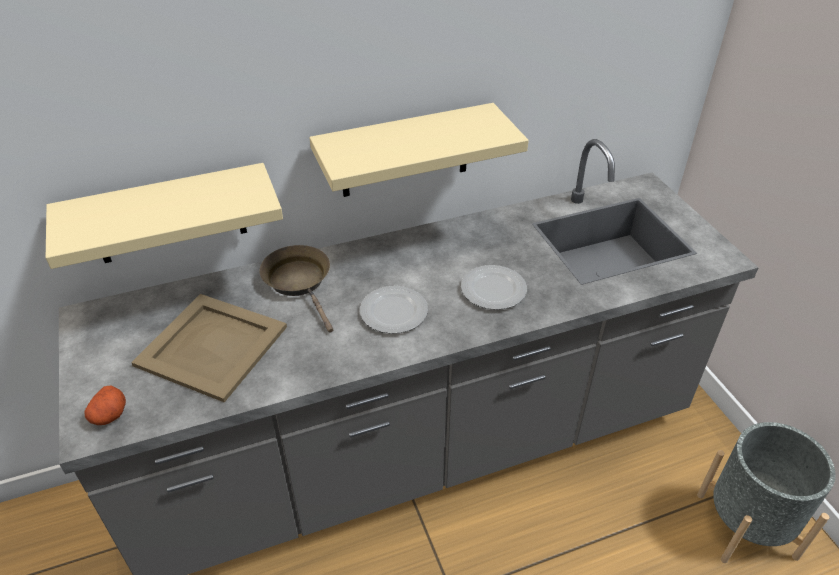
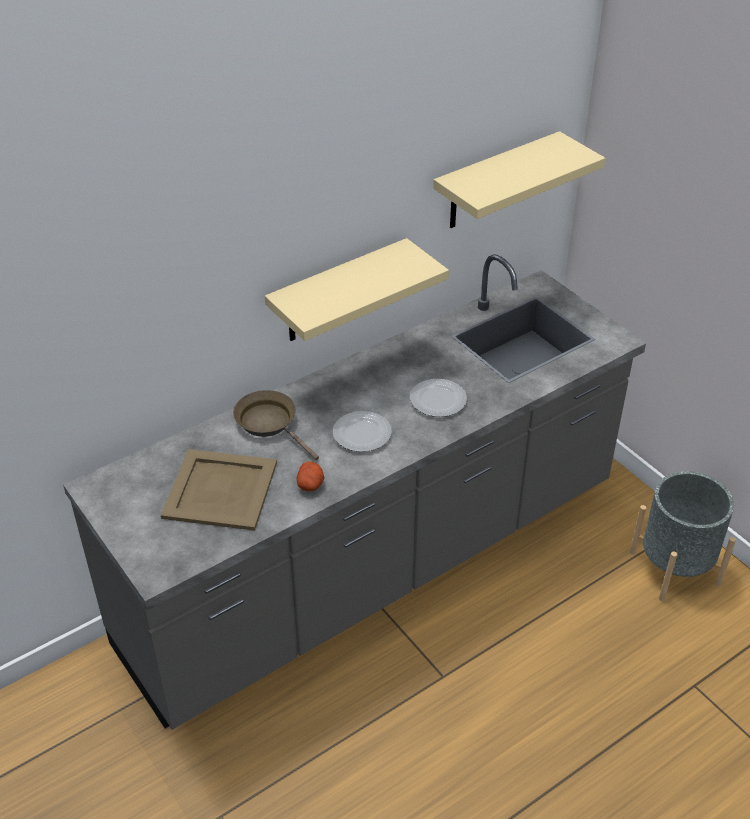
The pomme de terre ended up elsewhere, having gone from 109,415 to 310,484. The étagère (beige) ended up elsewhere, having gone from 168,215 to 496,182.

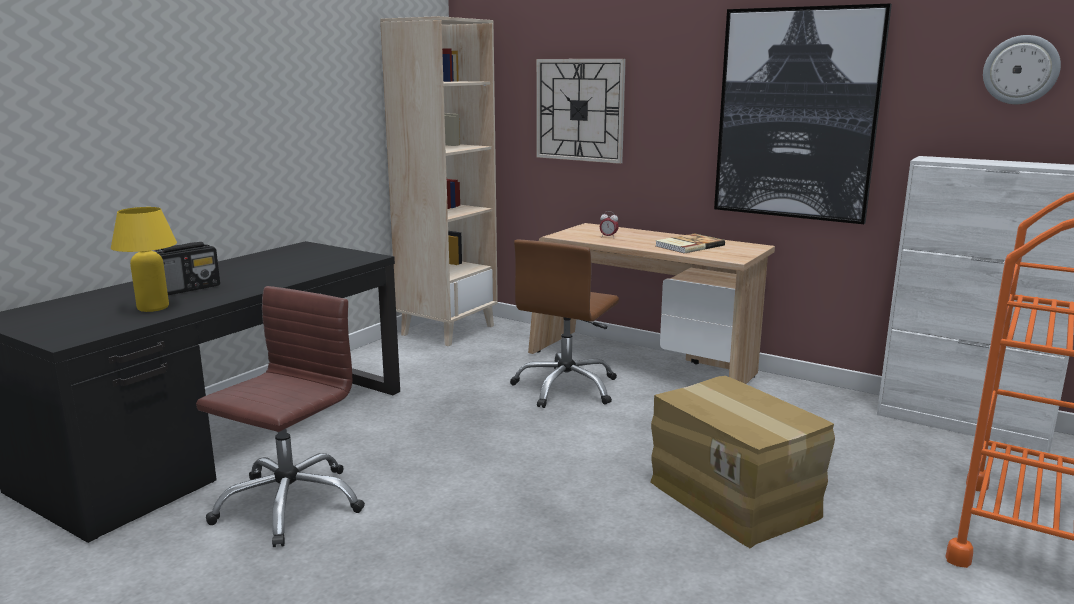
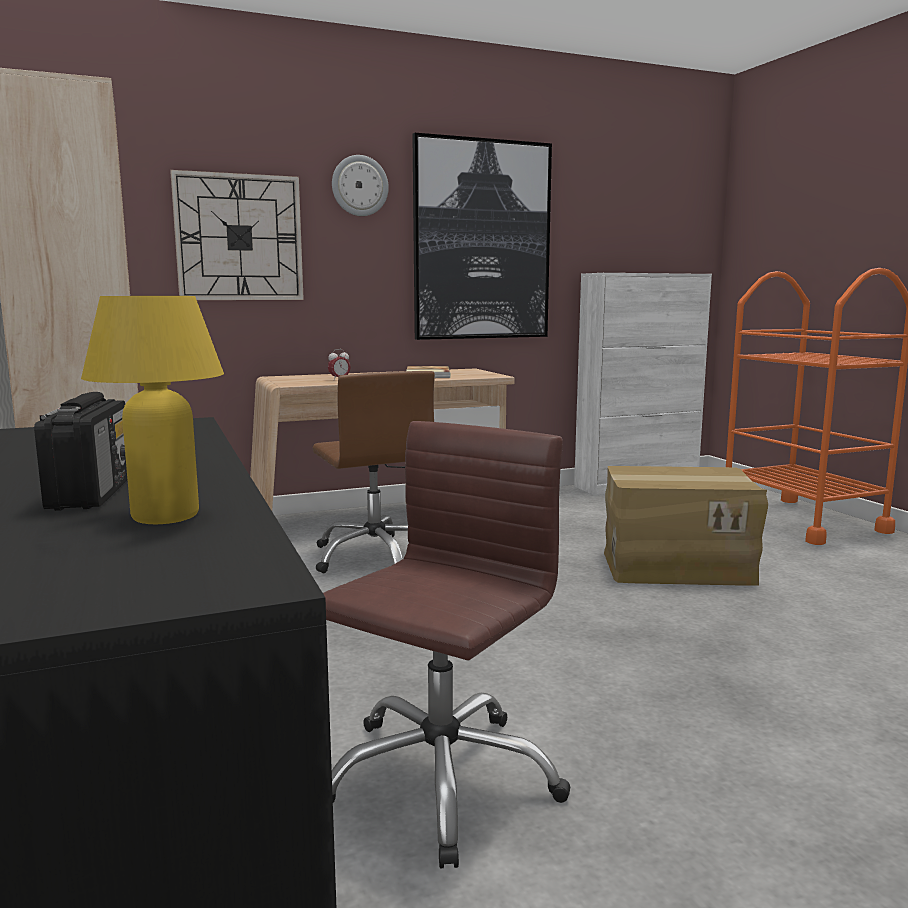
The chaise de bureau (marron) at 289,504 ended up facing another way, 60 degrees clockwise from before. The horloge murale ended up elsewhere, having gone from 1021,70 to 359,186.

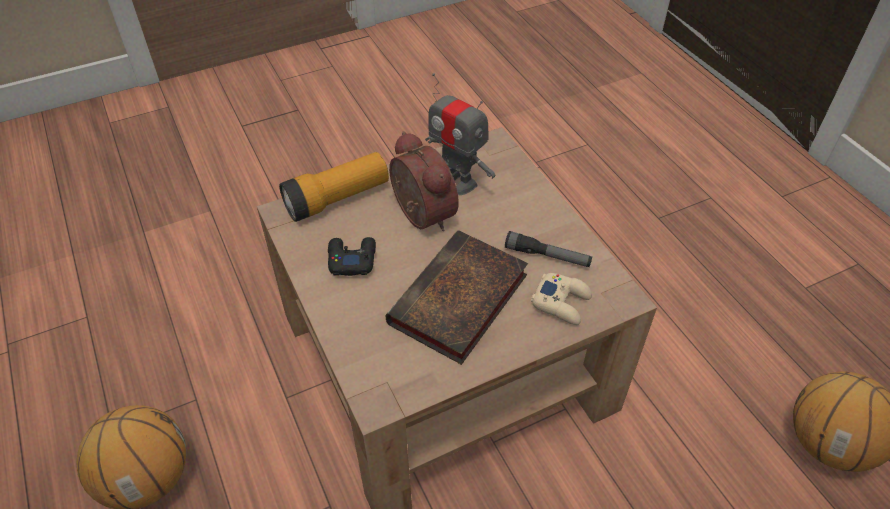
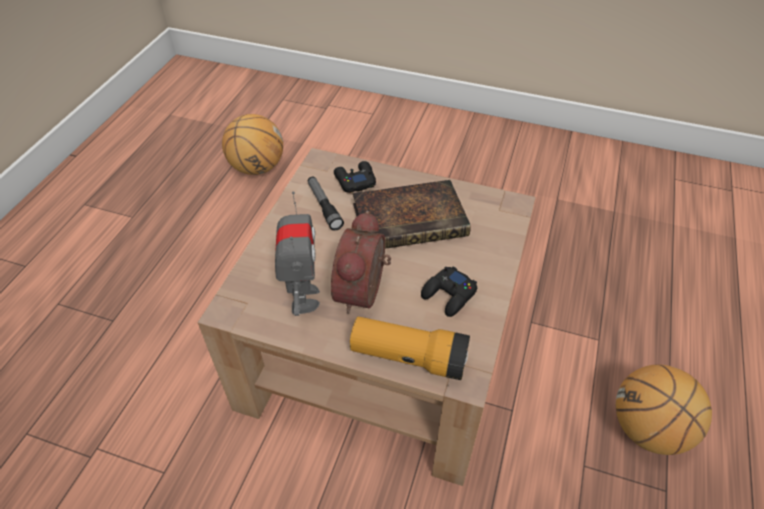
What was the manette (beige) at 561,302 turned into the manette (noir) at 354,180.

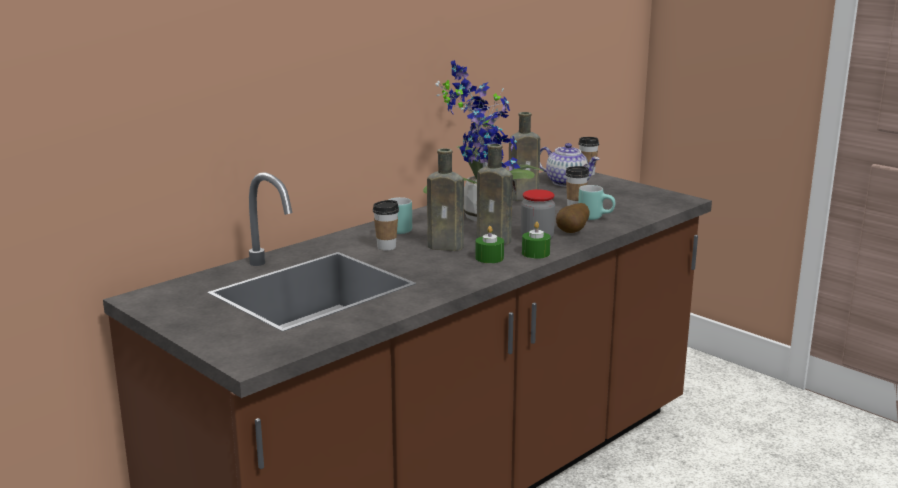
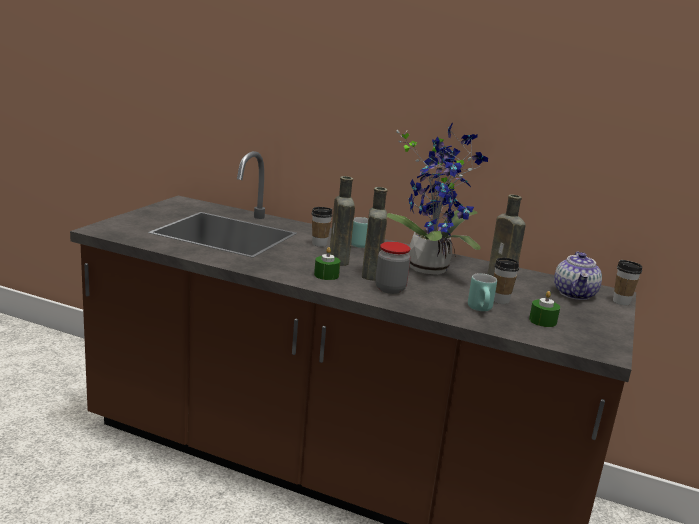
The bougie (vert) ended up elsewhere, having gone from 535,253 to 542,321. The second view lost the pomme de terre at 573,232.

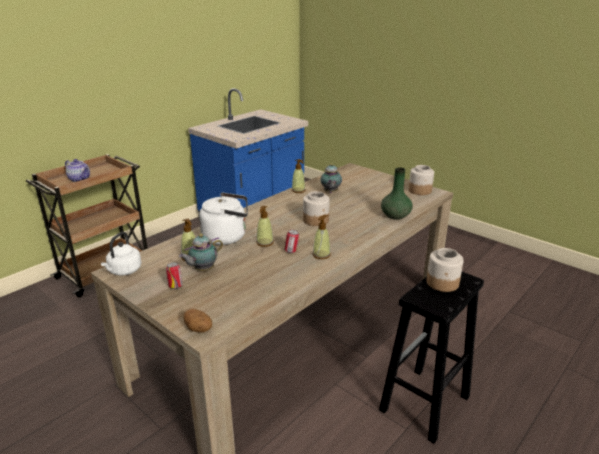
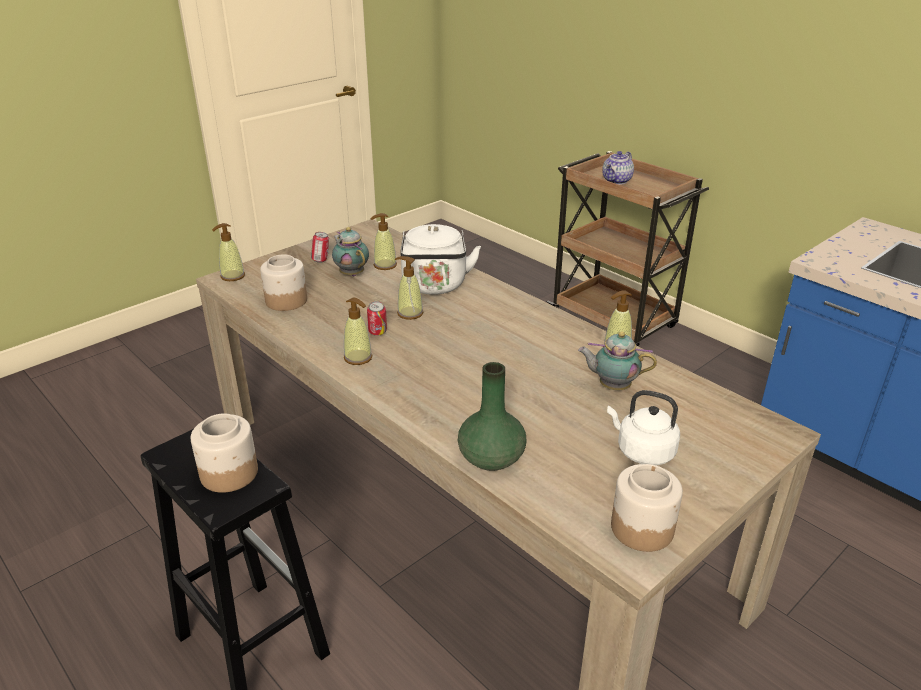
Where the pomme de terre stood at 199,329, the distributeur de savon came to stand at 232,276. The bocal ended up elsewhere, having gone from 316,220 to 286,301. The bouilloire (blanc) ended up elsewhere, having gone from 124,271 to 642,451.

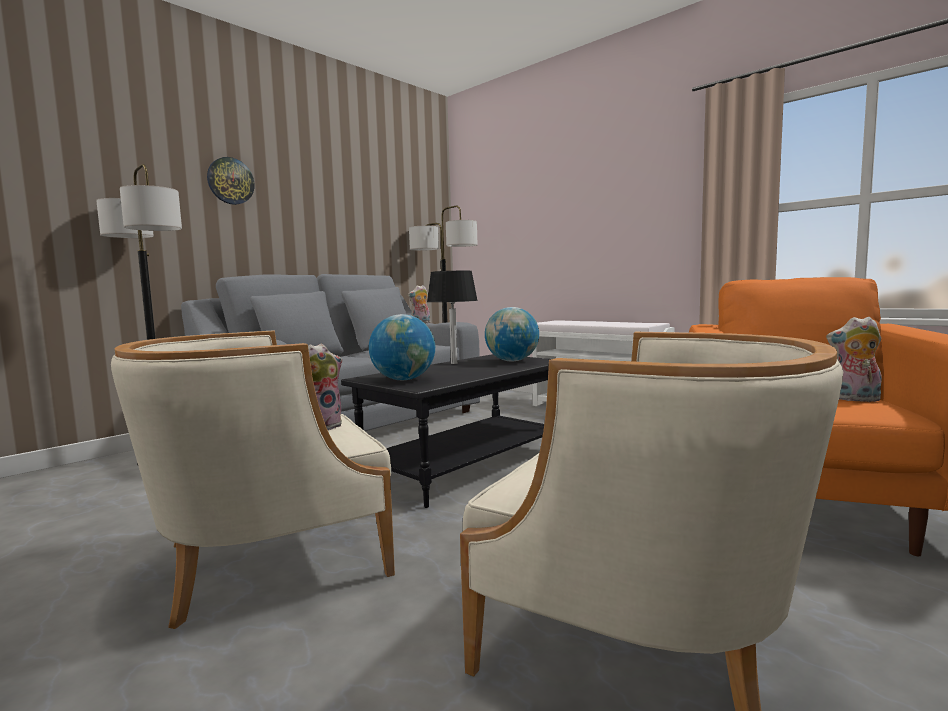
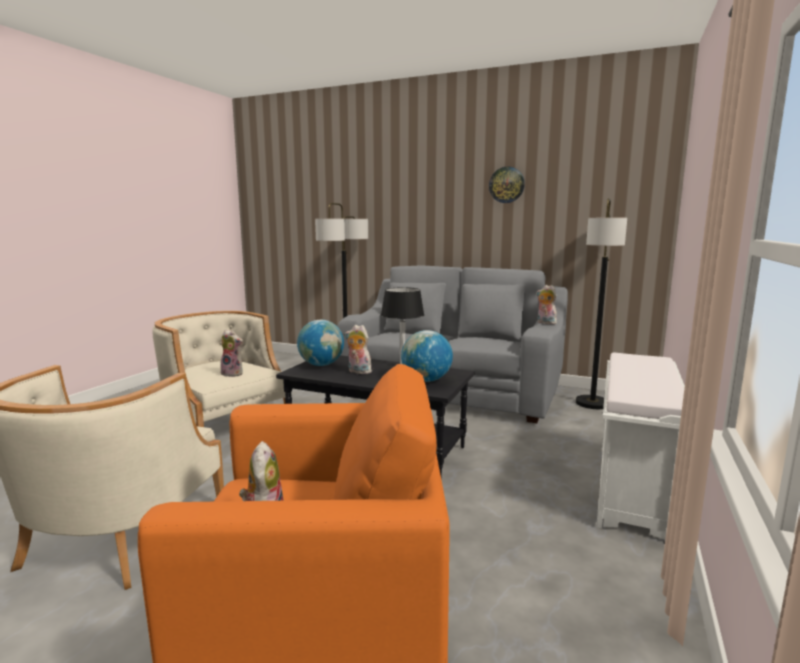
The second view gained the peluche at 358,372. The horloge murale ended up elsewhere, having gone from 230,181 to 506,185.

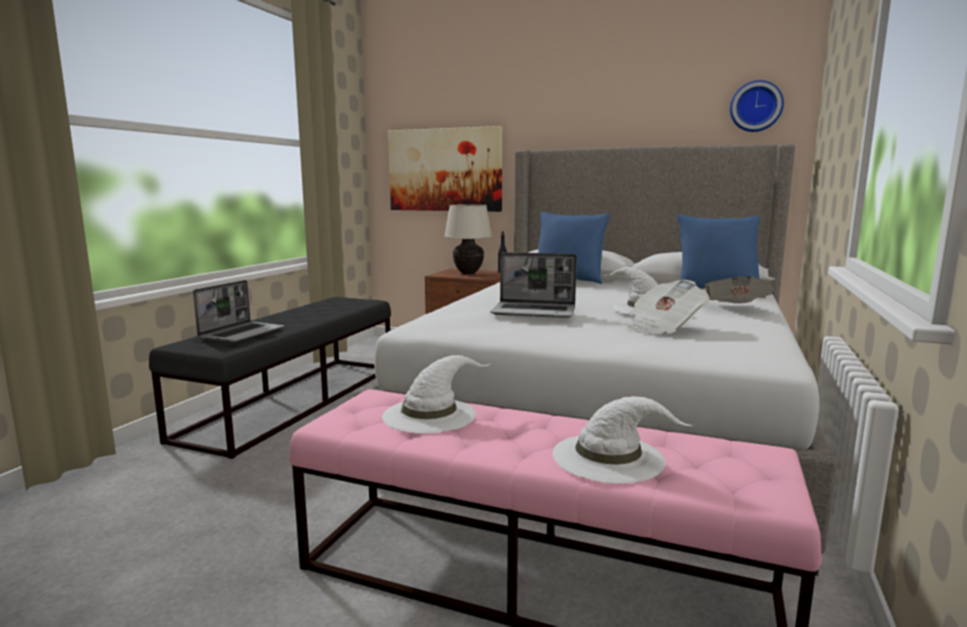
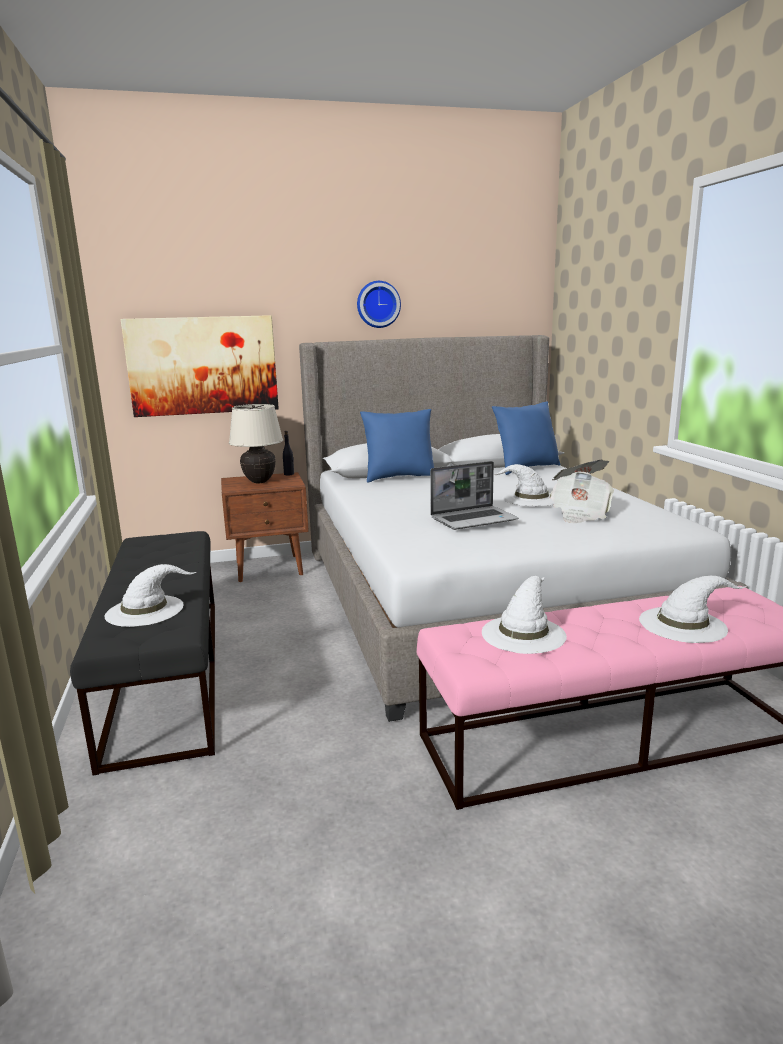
Where the ordinateur portable stood at 242,333, the chapeau (blanc) came to stand at 146,610. The horloge murale ended up elsewhere, having gone from 756,106 to 378,304.

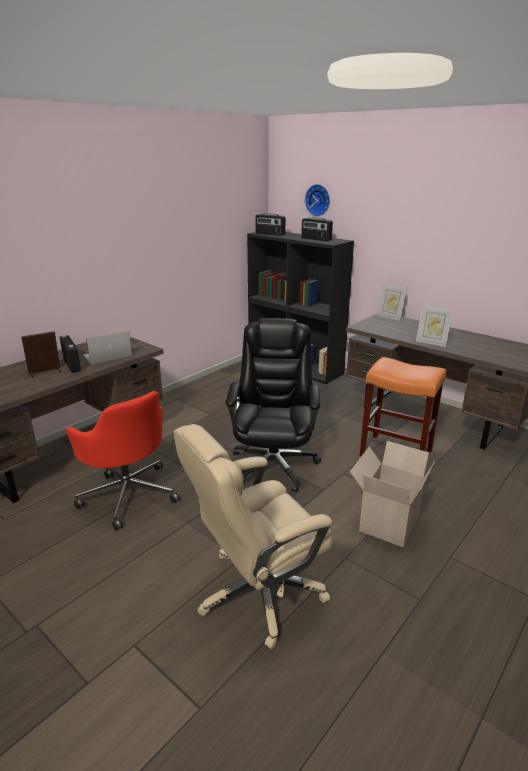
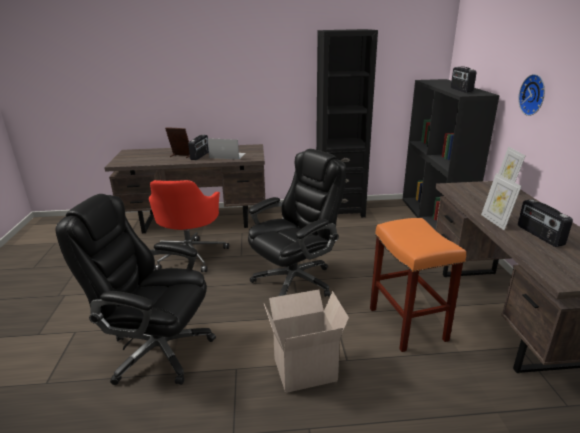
What was the chaise de bureau (beige) at 258,592 turned into the chaise de bureau (noir) at 158,350. The second view gained the bibliothèque (noir) at 339,210. The horloge murale ended up elsewhere, having gone from 318,200 to 534,95. The radio ended up elsewhere, having gone from 270,234 to 539,235.

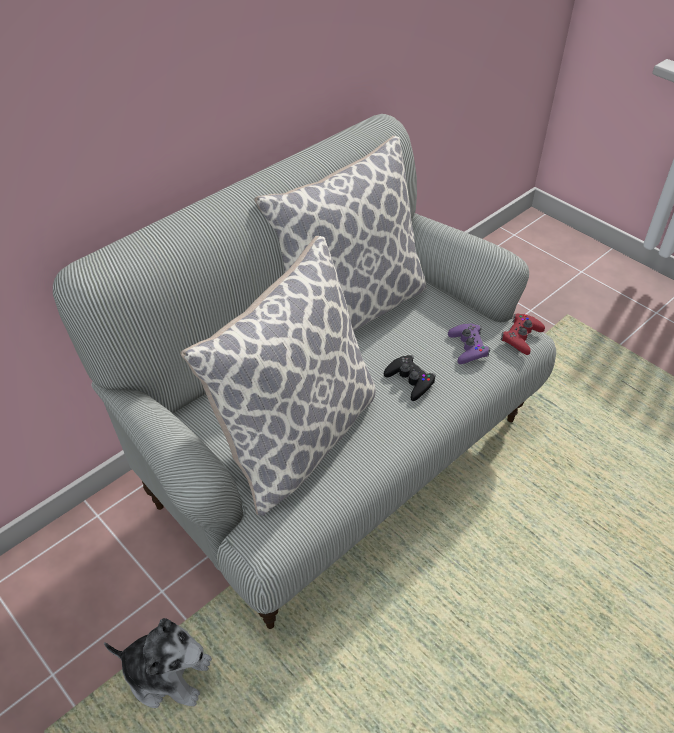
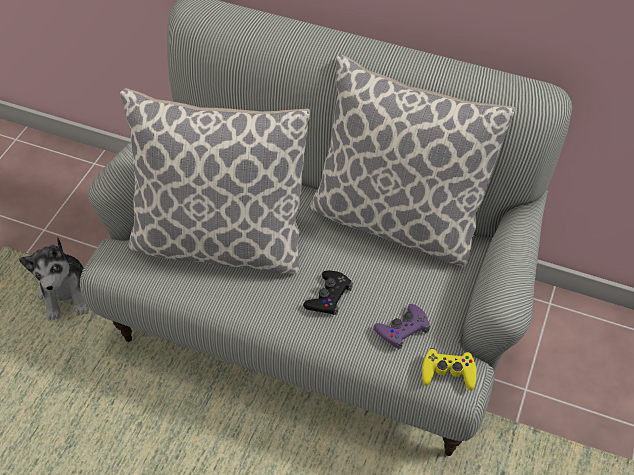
What was the manette (rouge) at 521,337 turned into the manette (jaune) at 448,372.

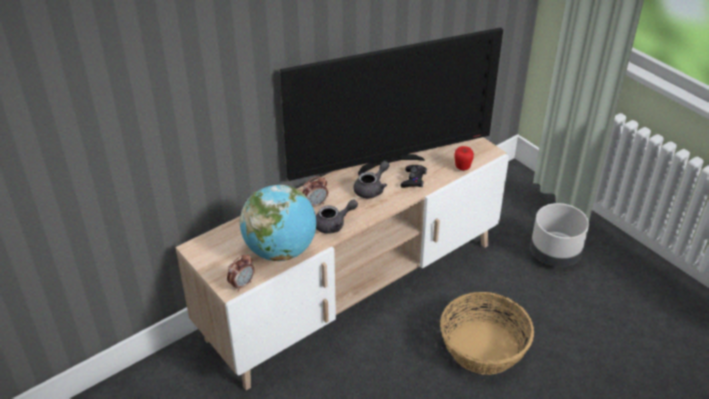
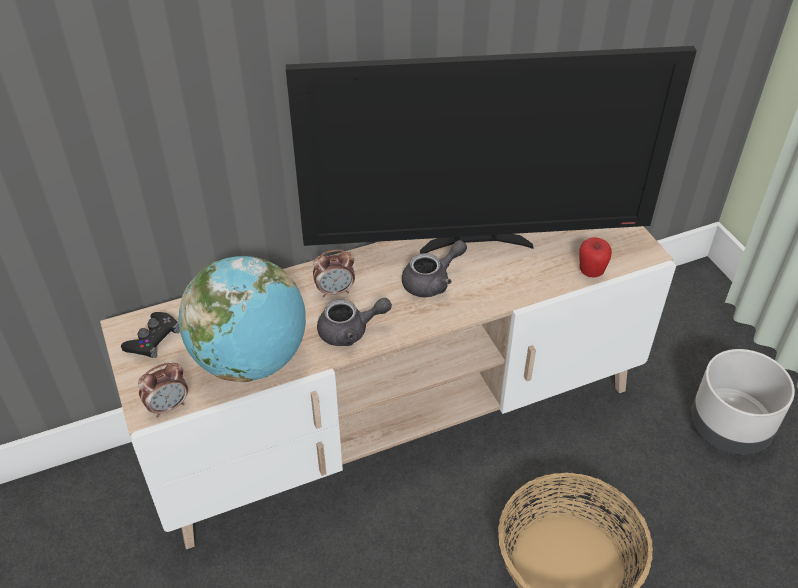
The manette (noir) ended up elsewhere, having gone from 413,179 to 153,339.

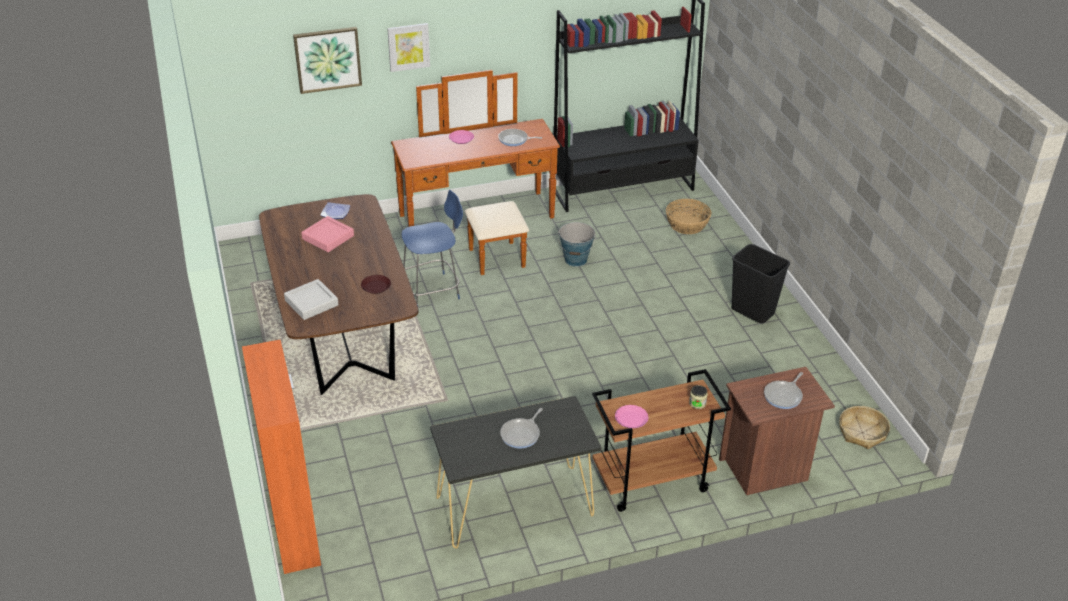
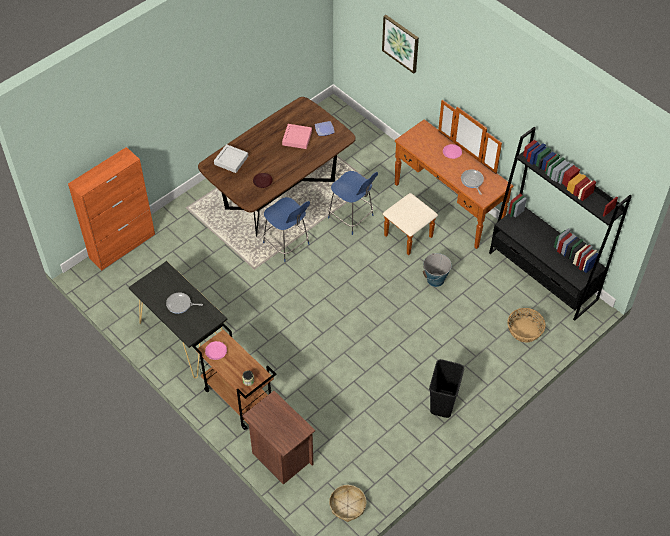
The second view gained the chaise (bleu) at 287,244. The second view lost the tableau at 408,46. The second view lost the poêle at 784,396.

